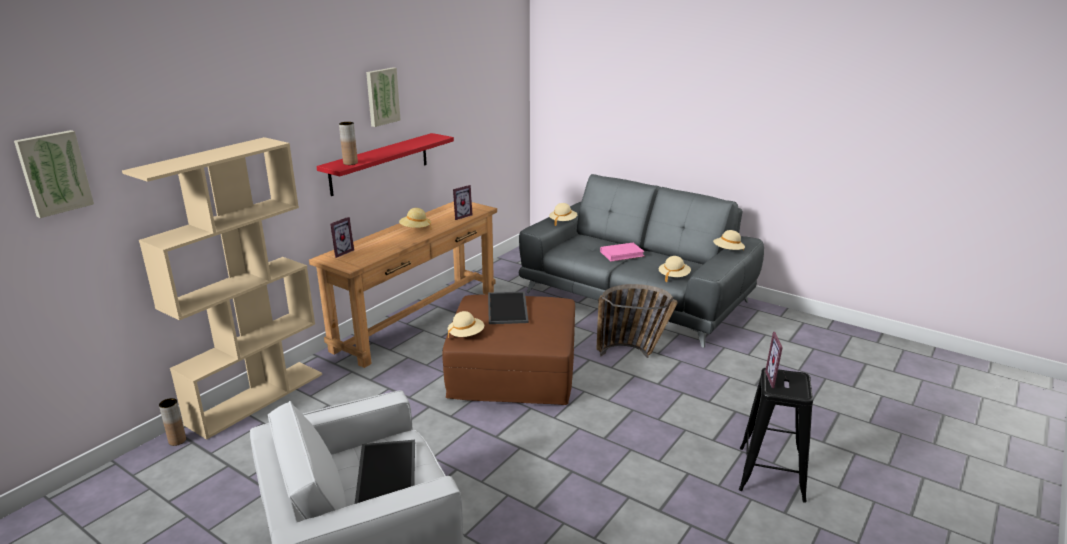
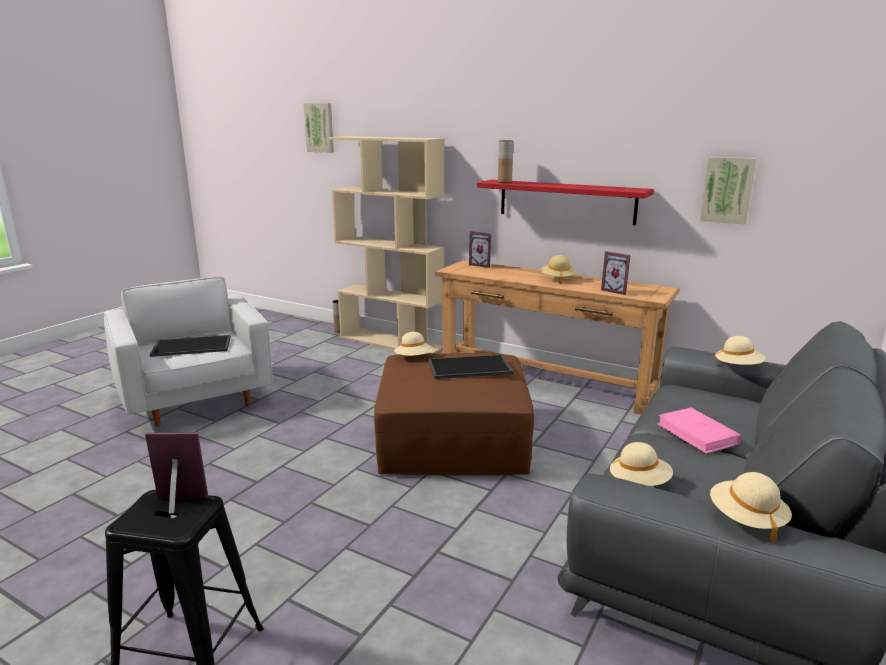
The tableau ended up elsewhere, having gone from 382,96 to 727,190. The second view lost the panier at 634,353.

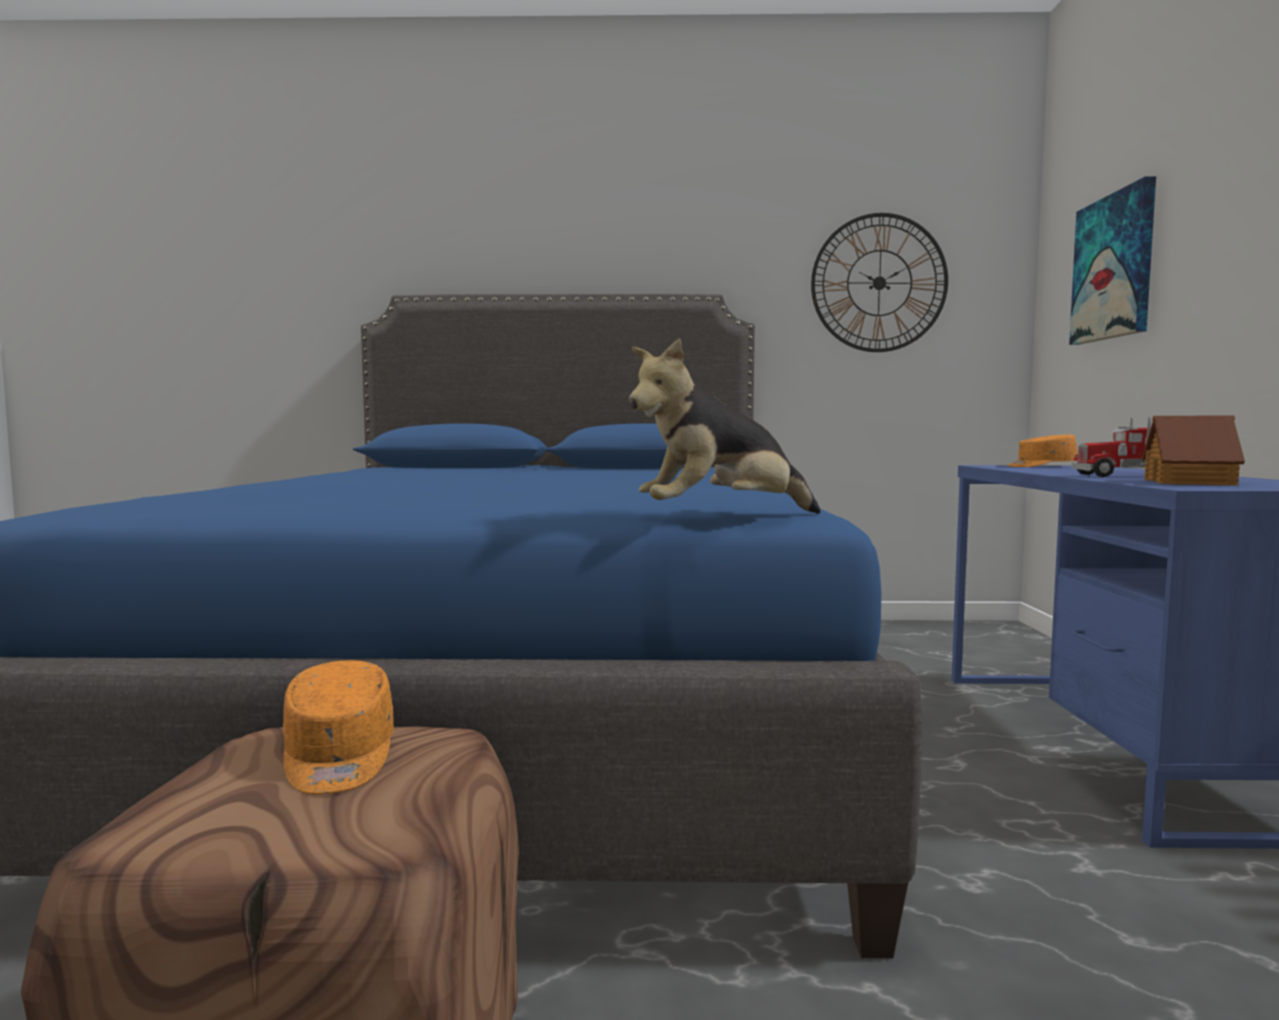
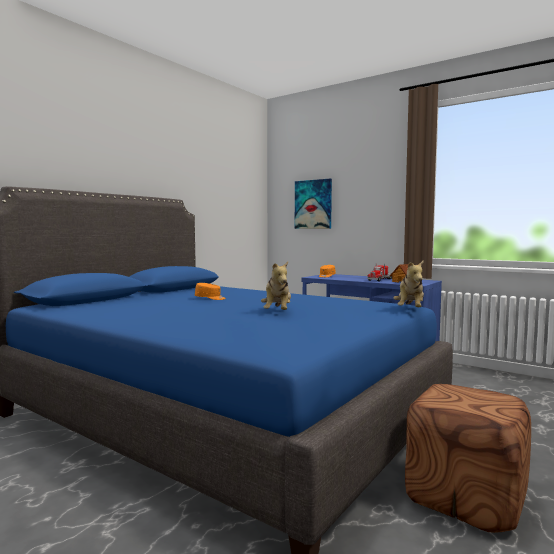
The casquette (orange) ended up elsewhere, having gone from 338,758 to 210,298. The second view gained the peluche at 277,312. The second view lost the horloge murale at 879,283.

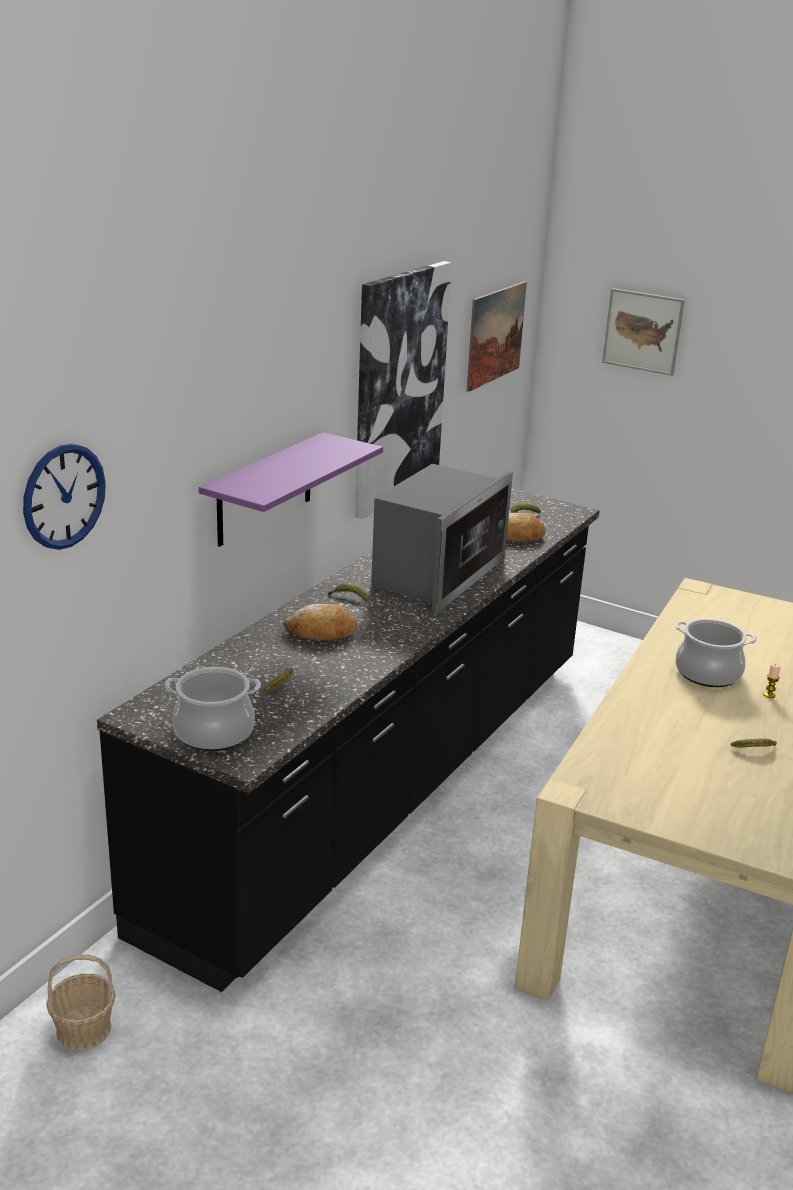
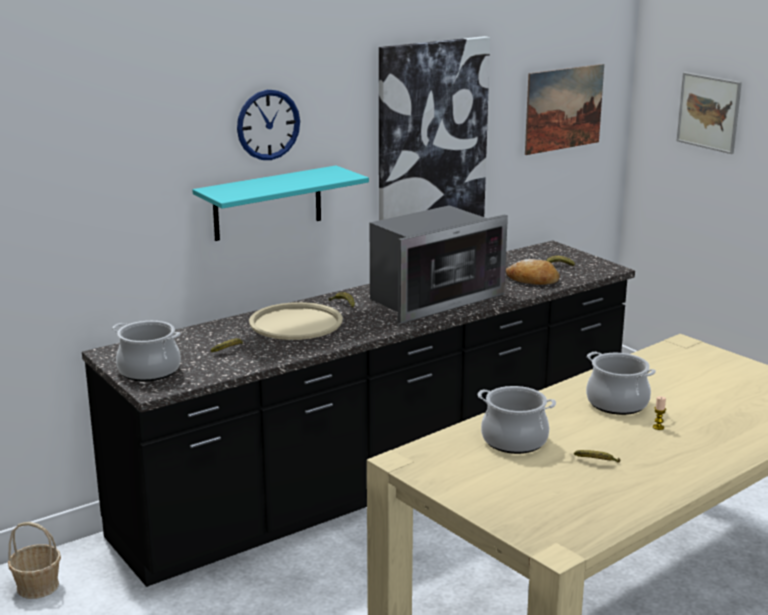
What was the étagère (violet) at 265,490 turned into the étagère (turquoise) at 268,203. The horloge murale ended up elsewhere, having gone from 64,496 to 268,125. Where the pain stood at 321,632, the plateau (beige) came to stand at 296,323. The second view gained the marmite at 514,440.

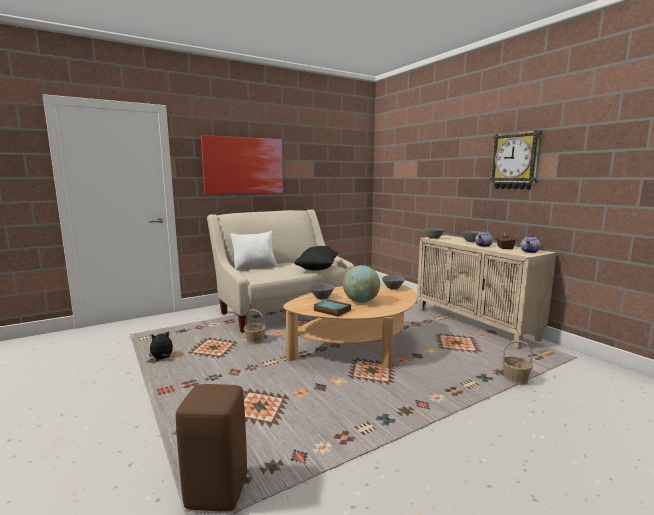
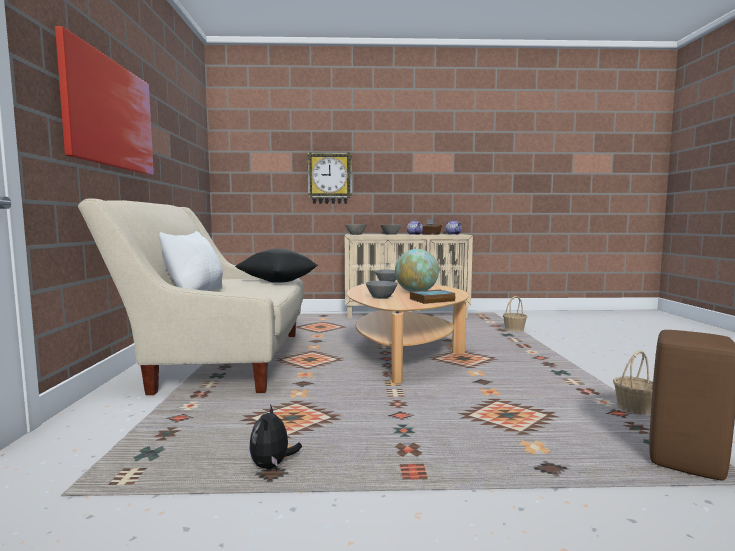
The horloge murale ended up elsewhere, having gone from 516,161 to 330,178. The panier ended up elsewhere, having gone from 255,341 to 635,409.

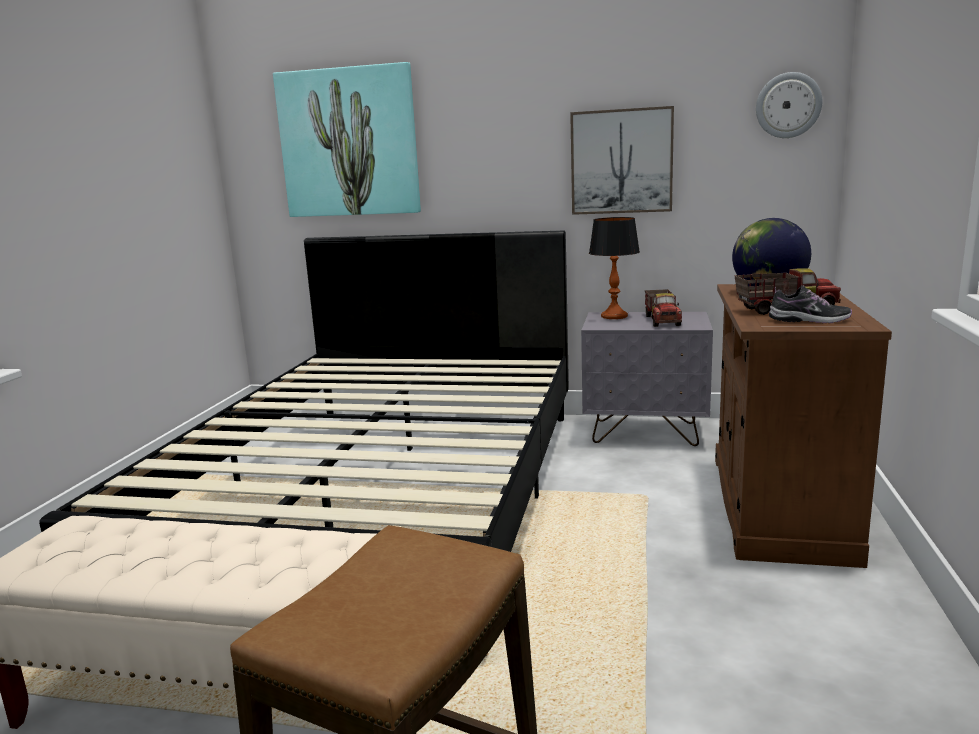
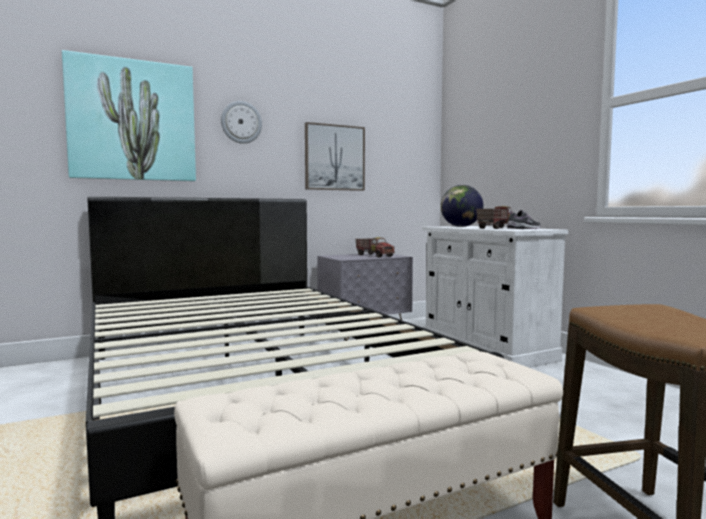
The horloge murale ended up elsewhere, having gone from 788,105 to 241,122. What was the meuble de rangement (marron) at 778,505 turned into the meuble de rangement (blanc) at 485,348. The second view lost the lampe de table at 614,316.

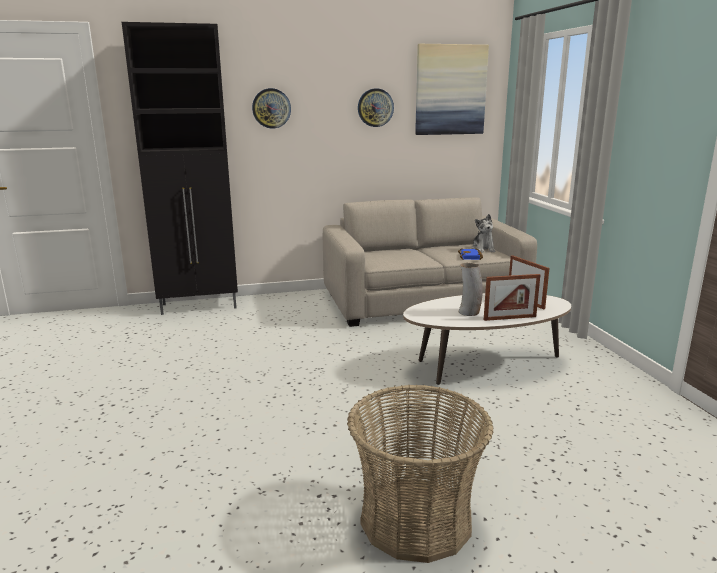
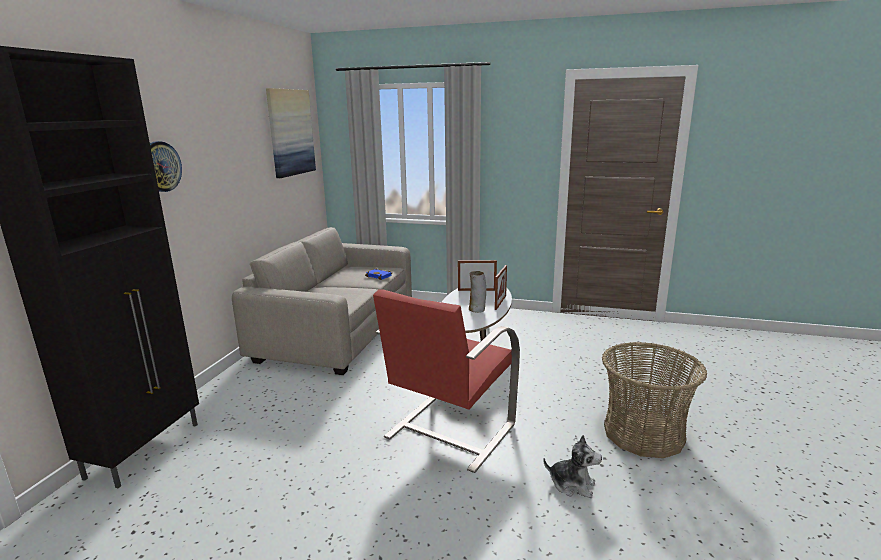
The second view gained the fauteuil (rouge) at 449,431. The peluche ended up elsewhere, having gone from 483,249 to 572,484. The second view lost the horloge murale at 375,107.

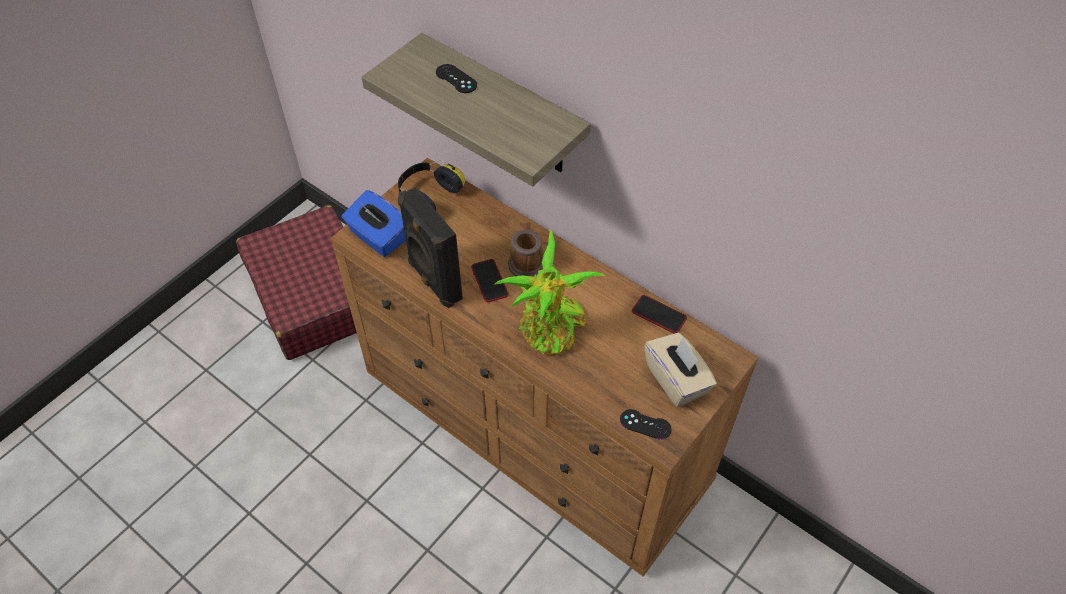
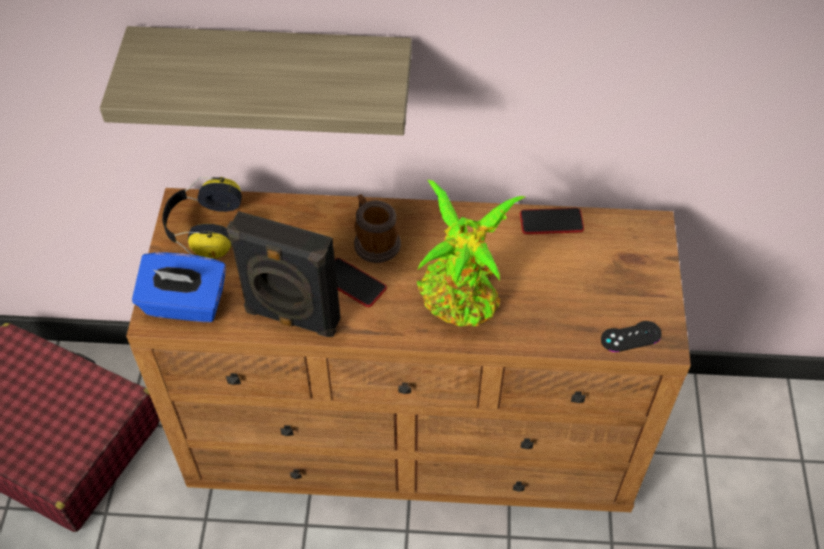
The second view lost the manette (noir) at 456,79. The second view lost the boîte à mouchoirs (beige) at 676,380.

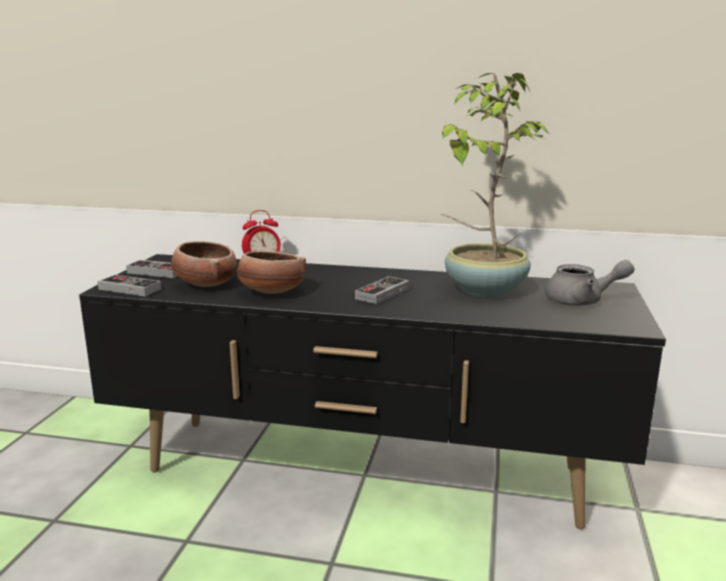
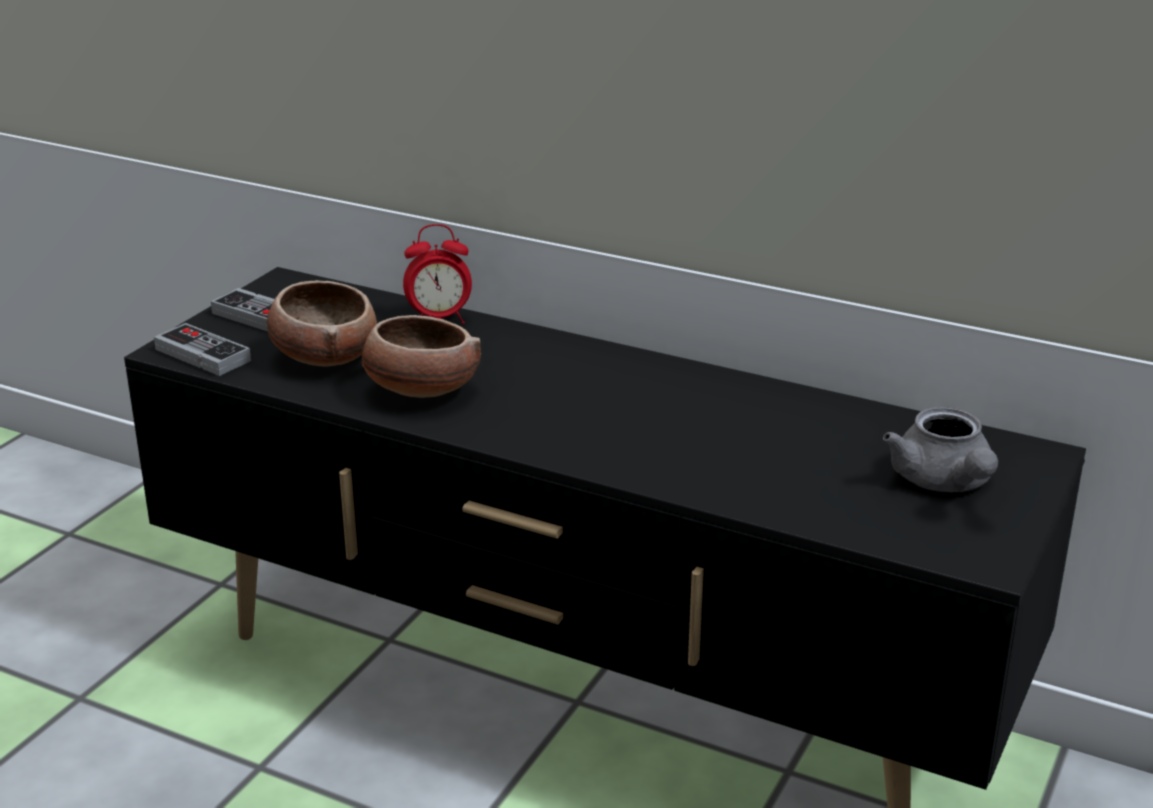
The théière (gris) at 582,301 ended up facing another way, 60 degrees clockwise from before. The second view lost the manette at 382,293. The second view lost the plante en pot at 483,290.

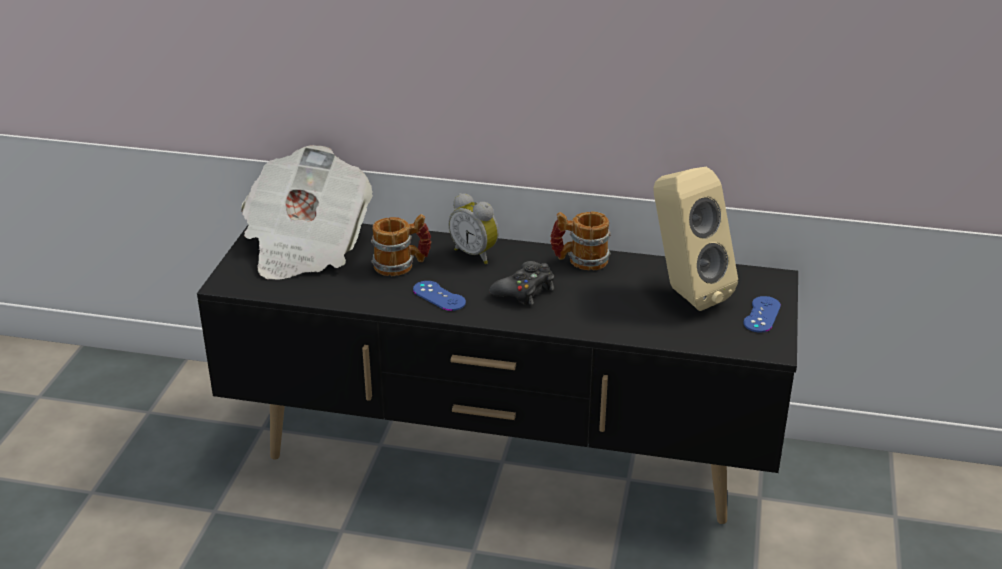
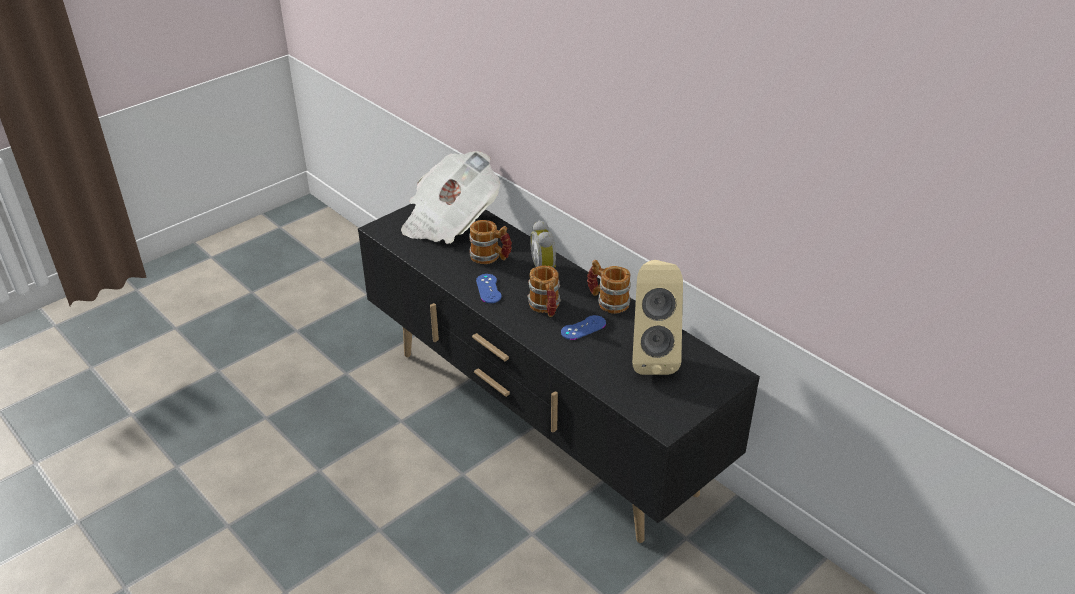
Where the manette (noir) stood at 524,291, the mug came to stand at 546,308. The manette (bleu) ended up elsewhere, having gone from 762,314 to 583,328.

